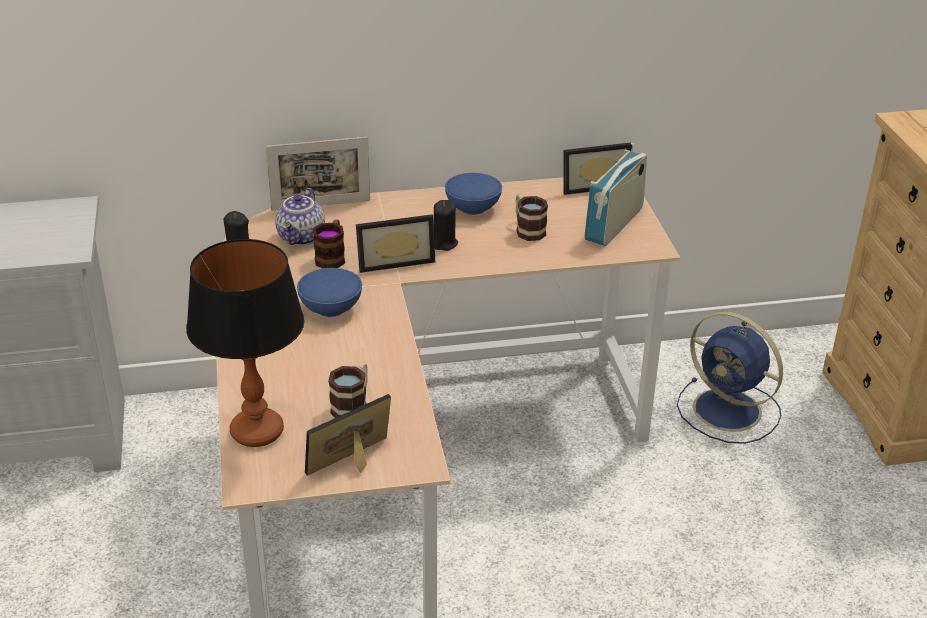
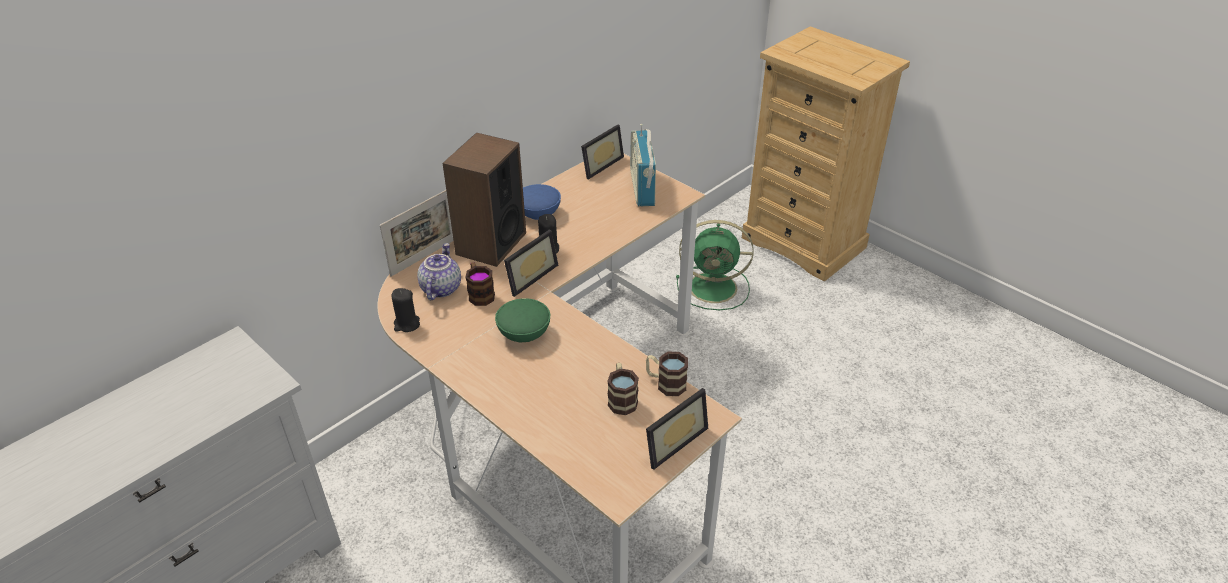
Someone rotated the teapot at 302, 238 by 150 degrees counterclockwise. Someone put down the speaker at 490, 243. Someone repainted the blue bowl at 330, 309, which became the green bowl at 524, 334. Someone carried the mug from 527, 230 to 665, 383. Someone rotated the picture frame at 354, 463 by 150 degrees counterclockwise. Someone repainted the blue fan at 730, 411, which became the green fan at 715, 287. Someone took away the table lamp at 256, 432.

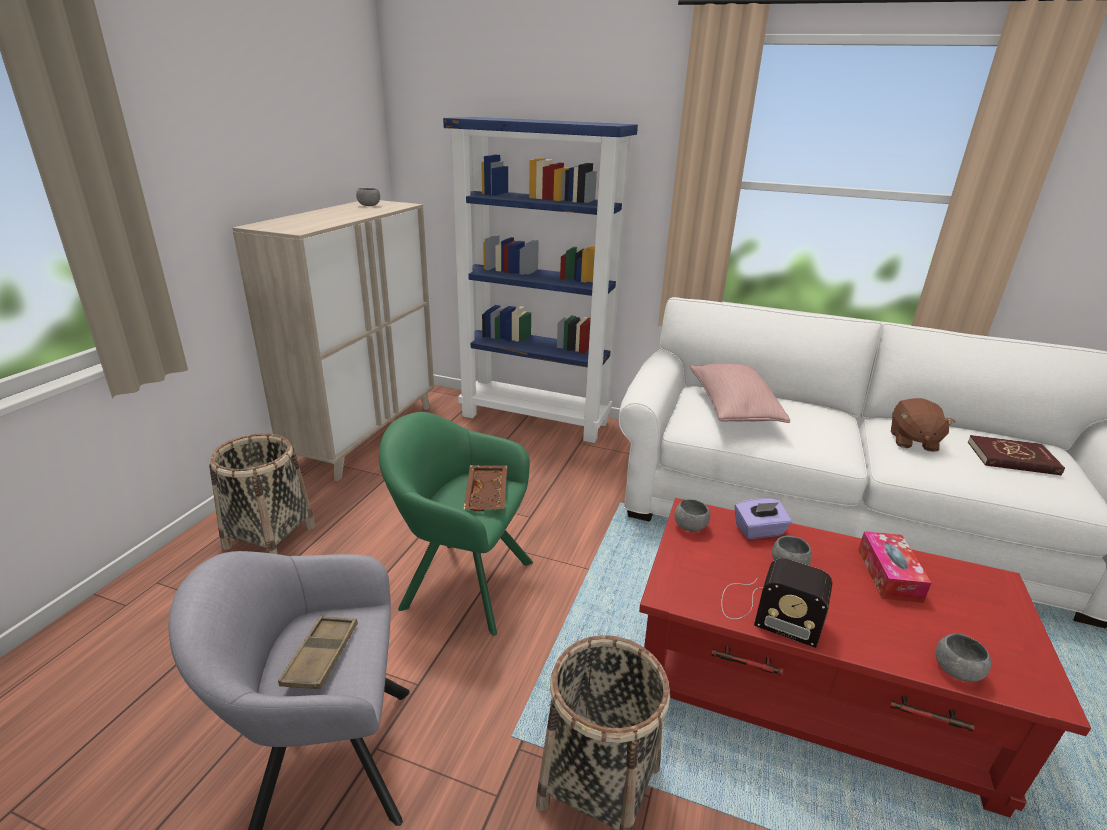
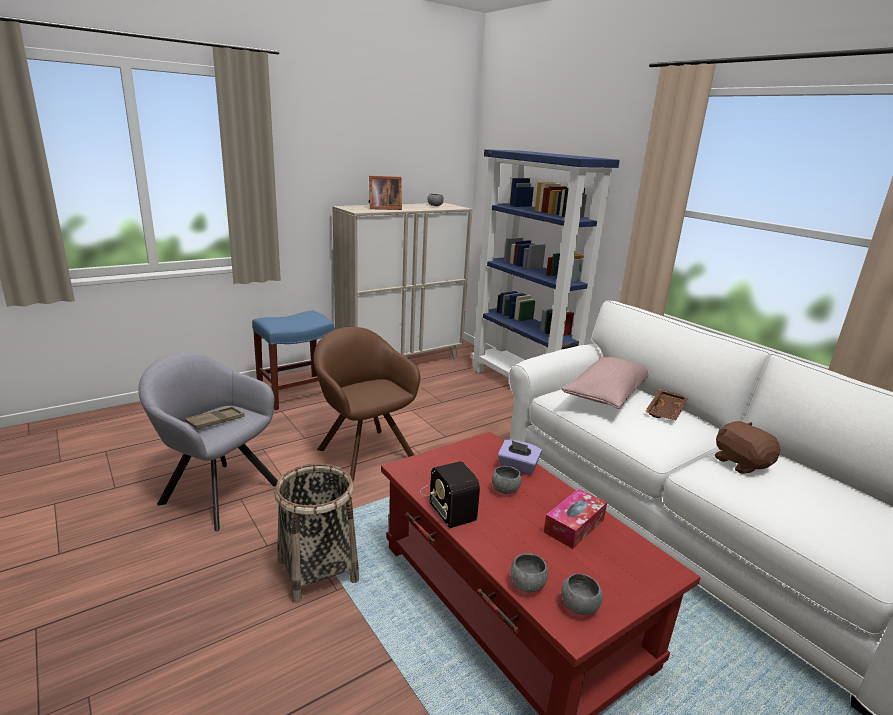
Someone swapped the basket at 270, 536 for the blue stool at 297, 393. Someone repainted the green armchair at 461, 582, which became the brown armchair at 364, 451. Someone put down the picture frame at 383, 208. Someone carried the grey bowl from 690, 527 to 579, 607. Someone carried the brown tray from 488, 494 to 666, 411. Someone rotated the brown plush toy at 912, 441 by 105 degrees clockwise. Someone took away the red book at 1012, 458.

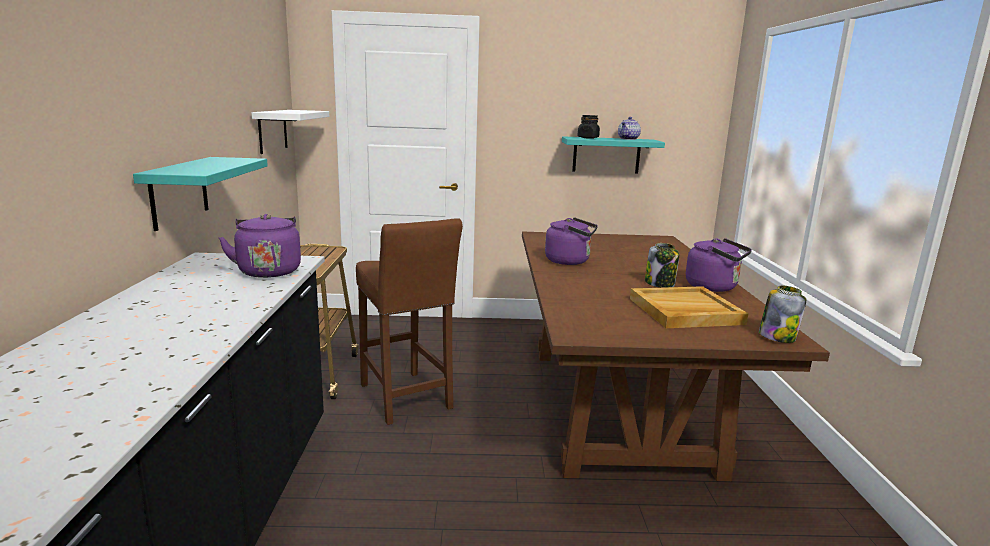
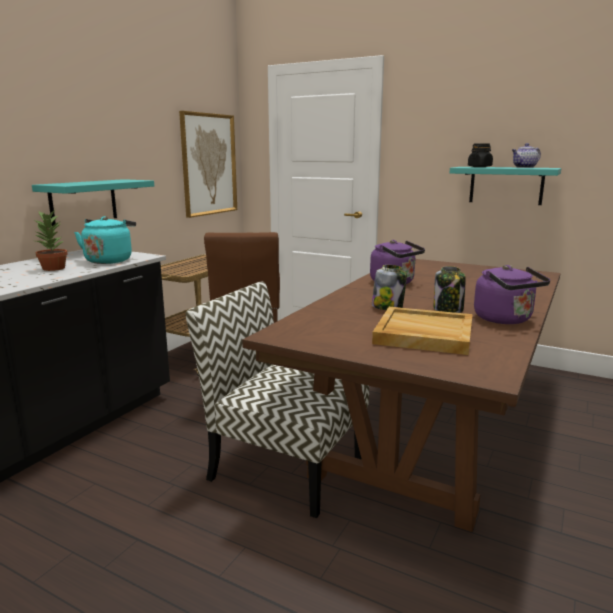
Someone put down the potted plant at 54, 268. Someone repainted the purple kettle at 268, 271, which became the turquoise kettle at 109, 260. Someone swapped the white shelf at 272, 130 for the picture at 208, 164. Someone put down the chair at 284, 467. Someone carried the jar from 777, 337 to 388, 307.

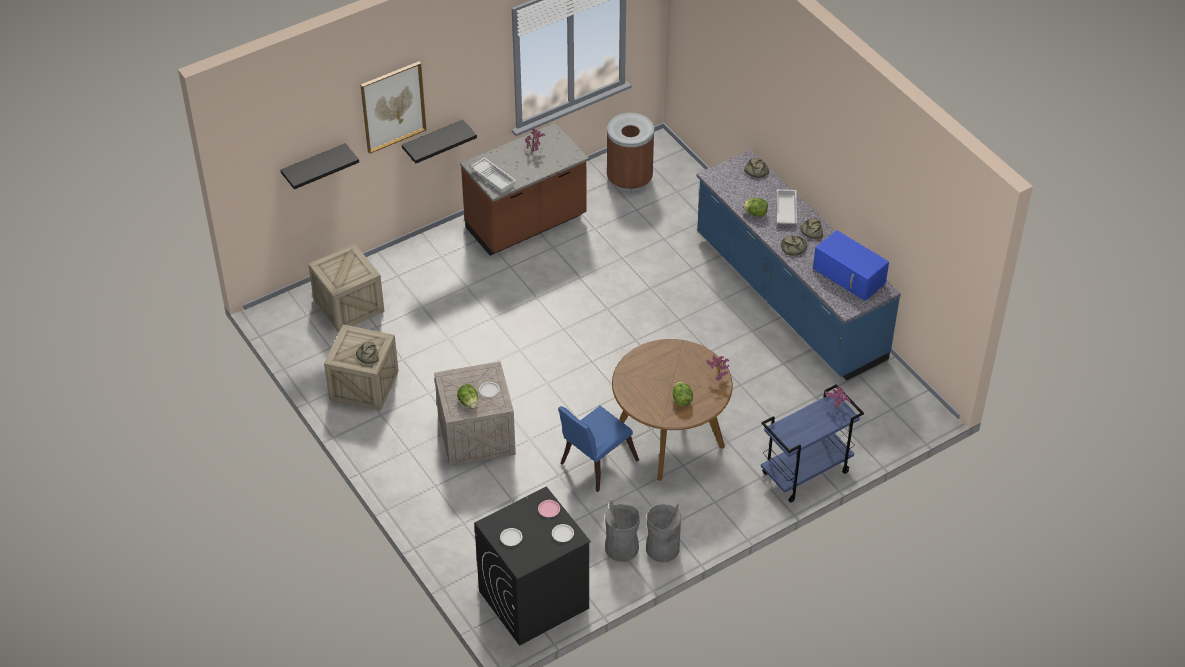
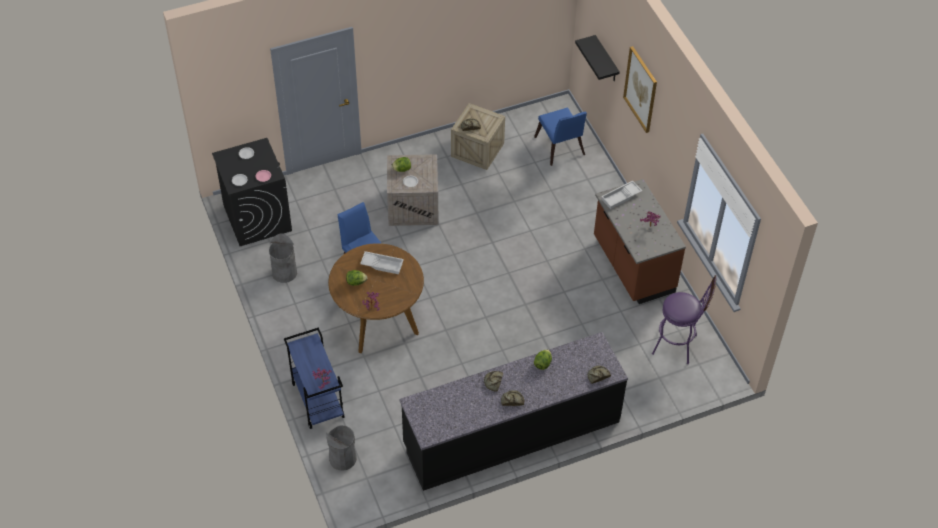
Someone carried the grey trash can from 662, 548 to 342, 458. Someone carried the white tray from 785, 210 to 382, 264. Someone repainted the blue counter at 788, 297, which became the black counter at 511, 433. Someone swapped the crate at 348, 306 for the blue chair at 560, 149. Someone swapped the brown trash can at 629, 180 for the purple stool at 678, 345. Someone took away the black shelf at 433, 141. Someone took away the blue microwave at 850, 276.

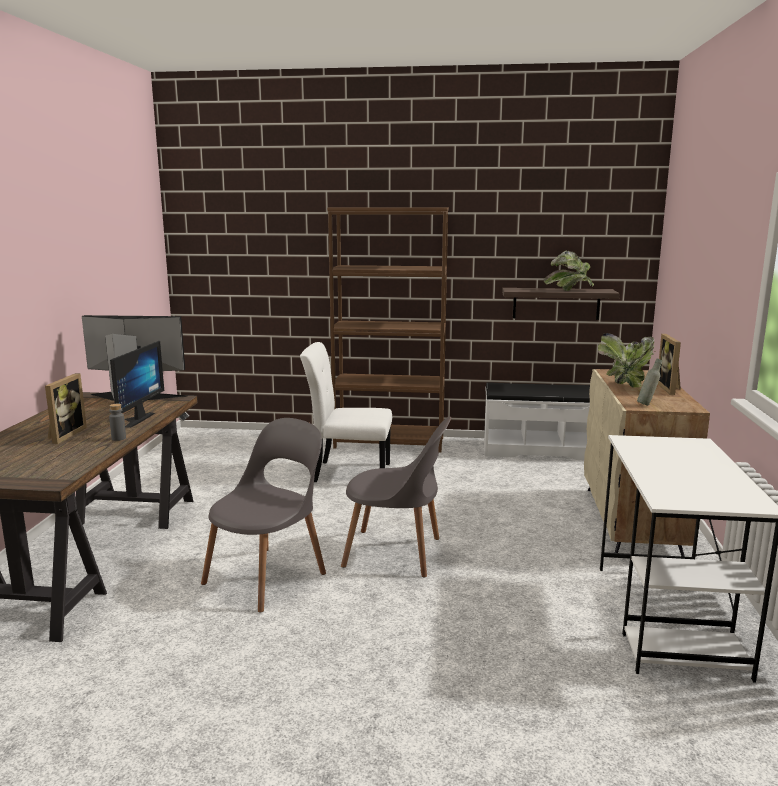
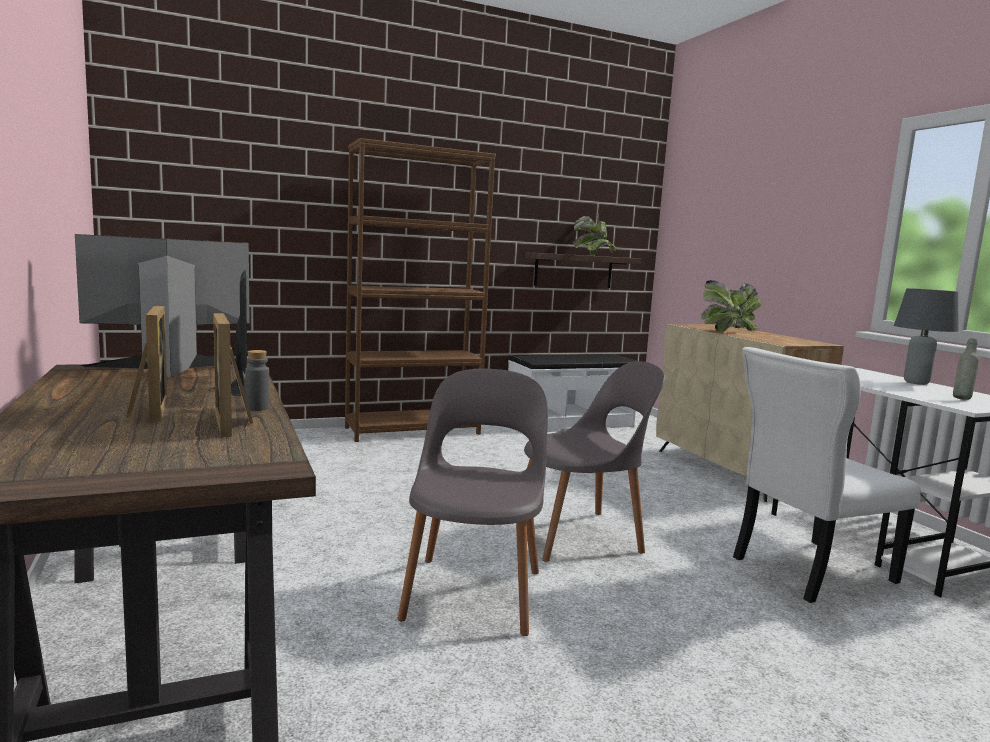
Someone carried the picture frame from 671, 388 to 235, 423. Someone carried the white chair from 348, 472 to 807, 570. Someone put down the grey table lamp at 915, 382. Someone carried the grey bottle from 647, 404 to 961, 399.

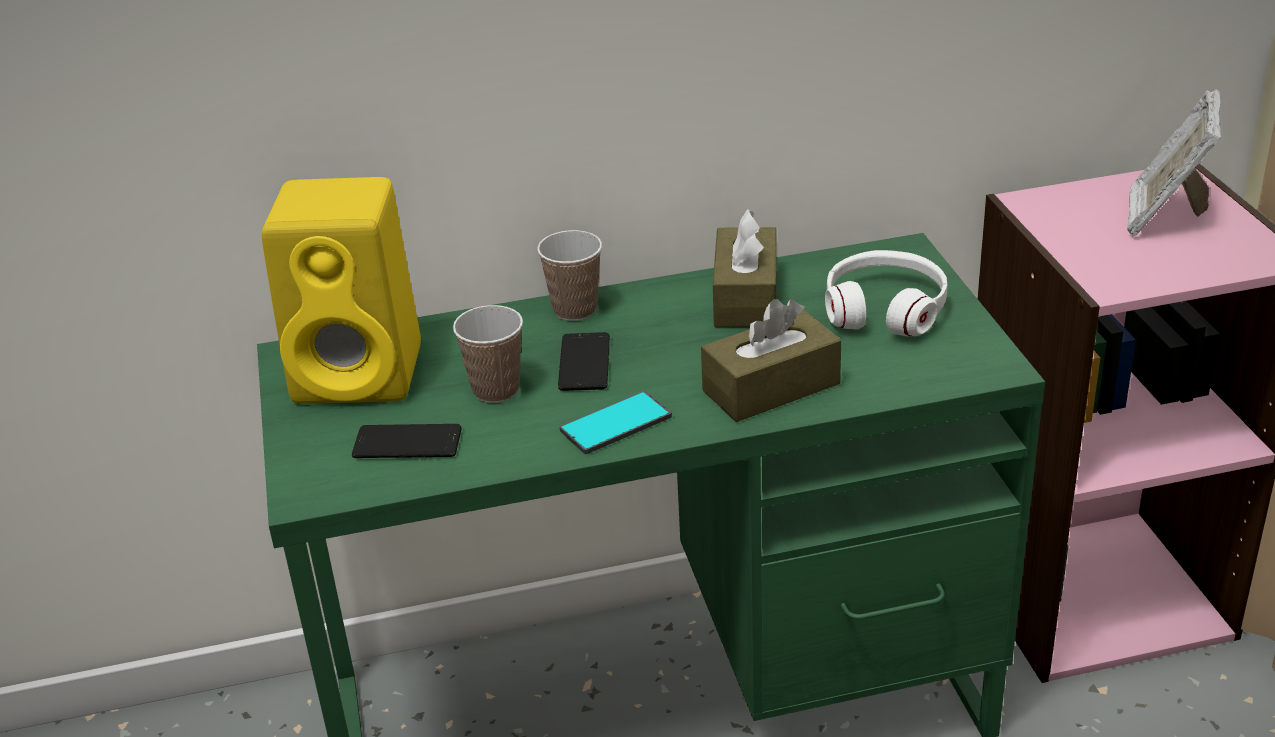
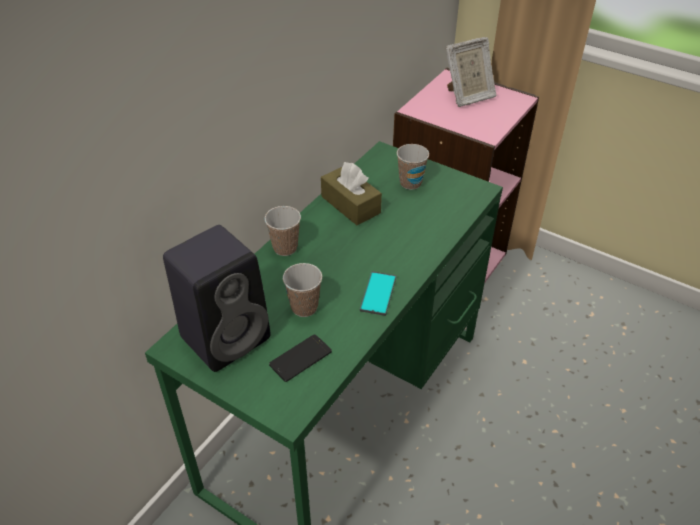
Someone repainted the yellow speaker at 363, 373, which became the black speaker at 227, 336. Someone swapped the white headphones at 885, 308 for the cup at 410, 183. Someone rotated the picture frame at 1165, 217 by 90 degrees counterclockwise. Someone took away the phone at 584, 363. Someone took away the brown tissue box at 771, 387.

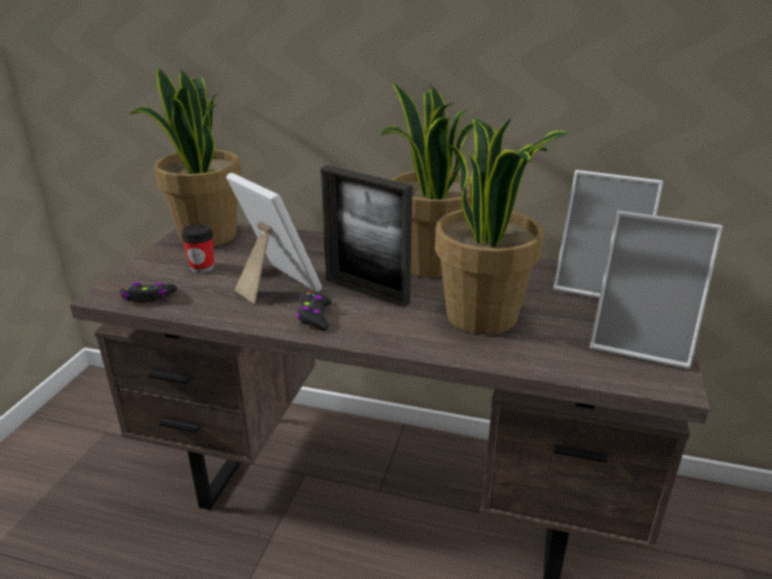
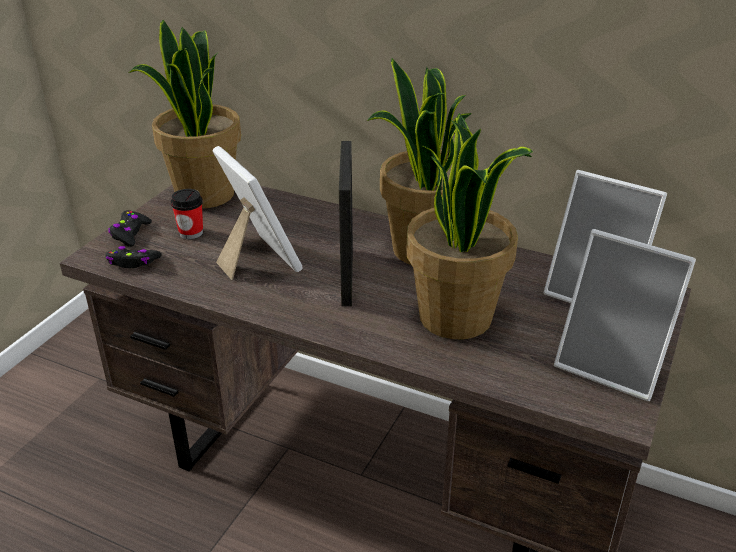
Someone carried the black game controller from 314, 316 to 130, 233. Someone rotated the picture frame at 366, 291 by 45 degrees clockwise.

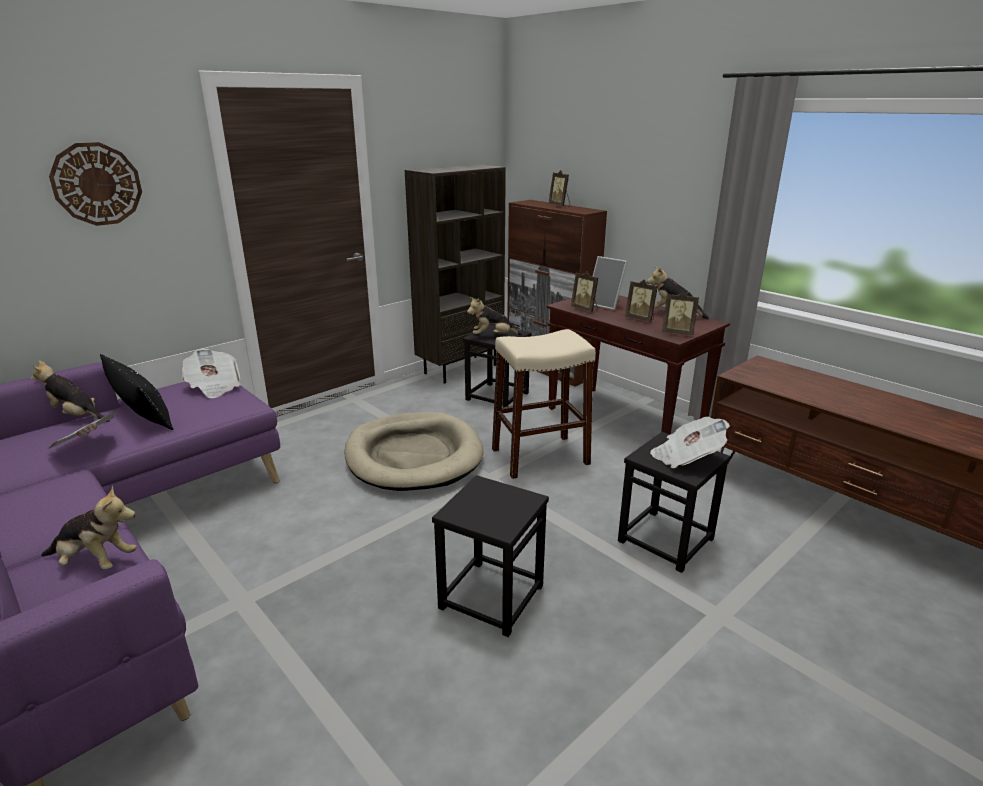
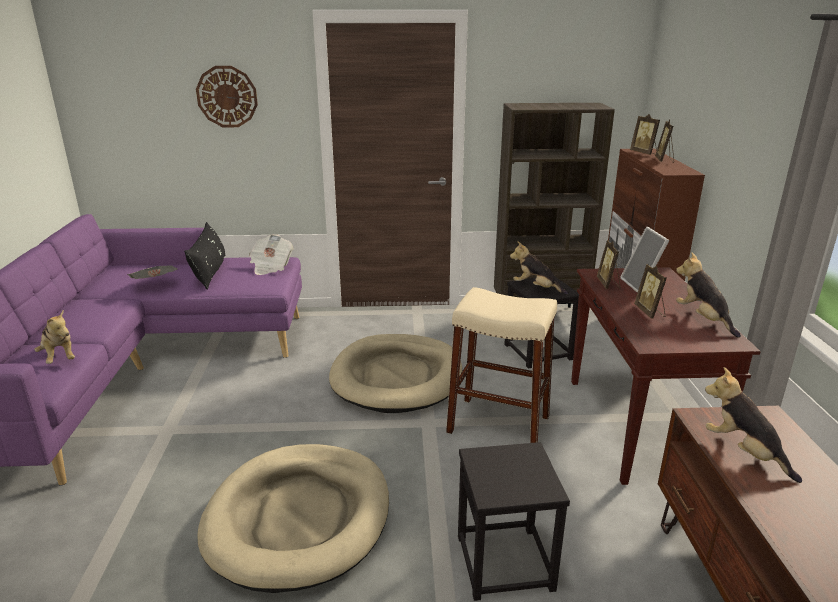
Someone swapped the black stool at 491, 596 for the beige dog bed at 299, 518. Someone carried the picture frame from 678, 333 to 644, 153. Someone carried the plush toy from 76, 416 to 744, 452. Someone took away the newspaper at 686, 458.

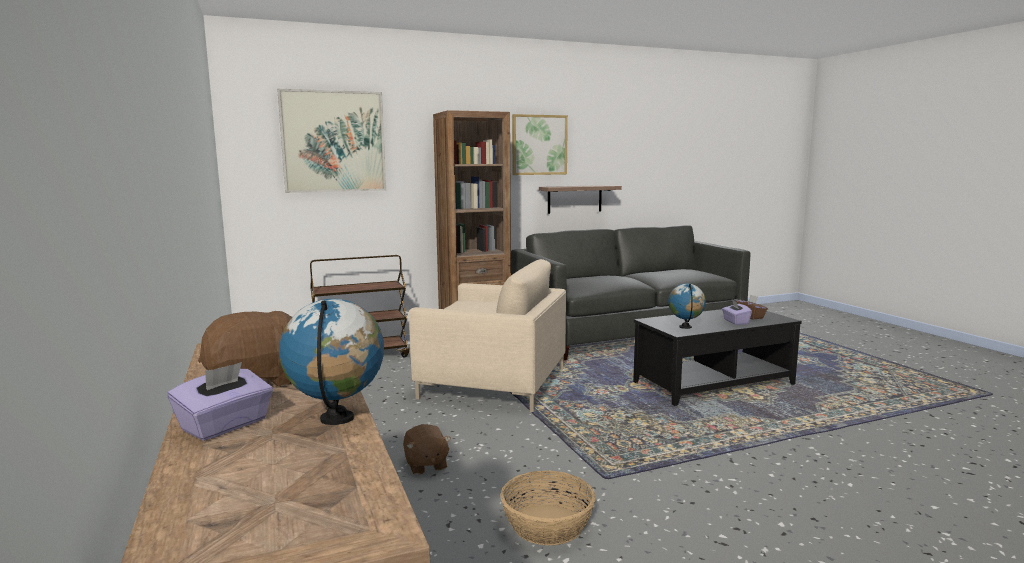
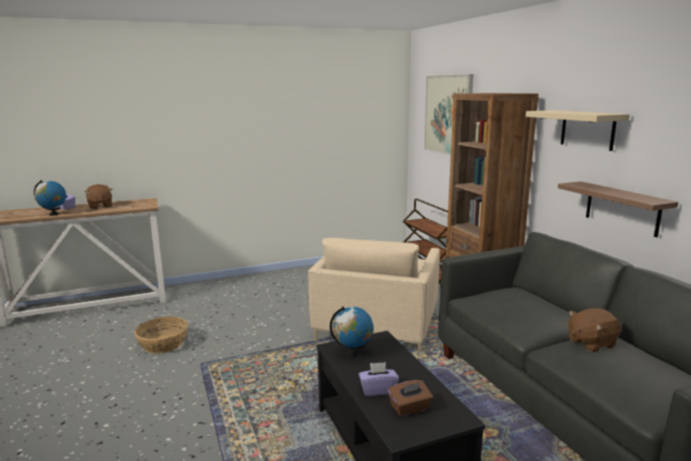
Someone swapped the picture at 539, 145 for the beige shelf at 587, 129. Someone carried the brown plush toy from 425, 465 to 590, 343.

